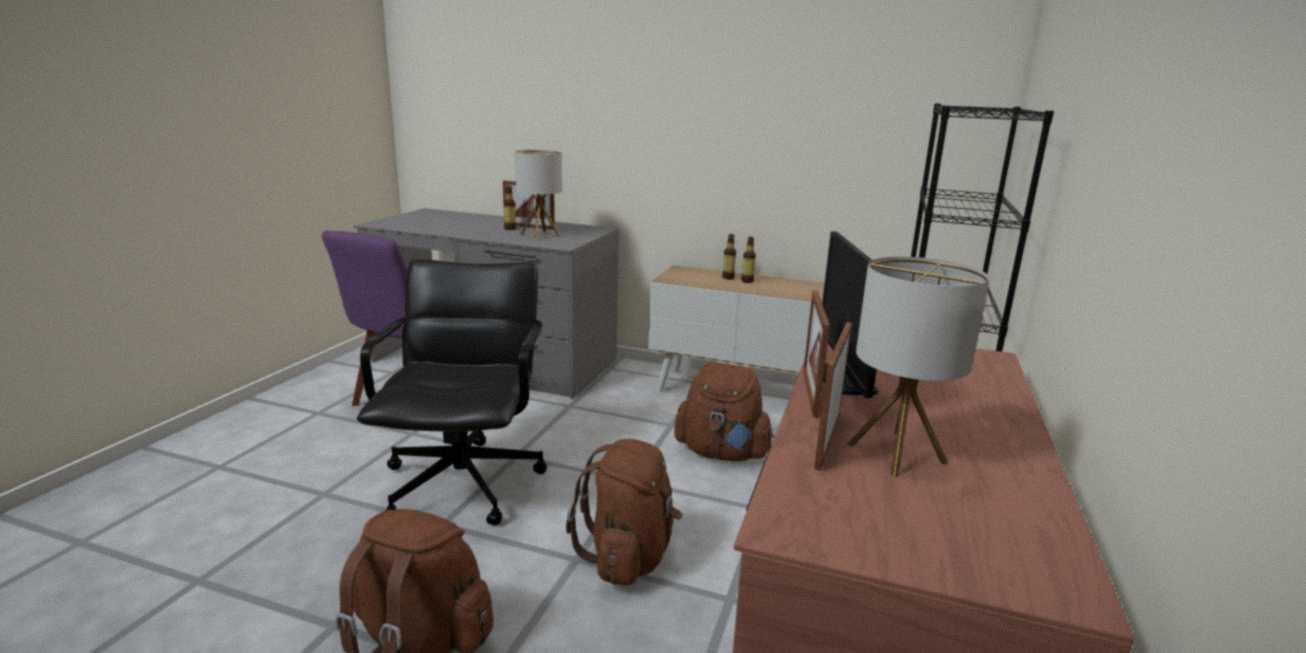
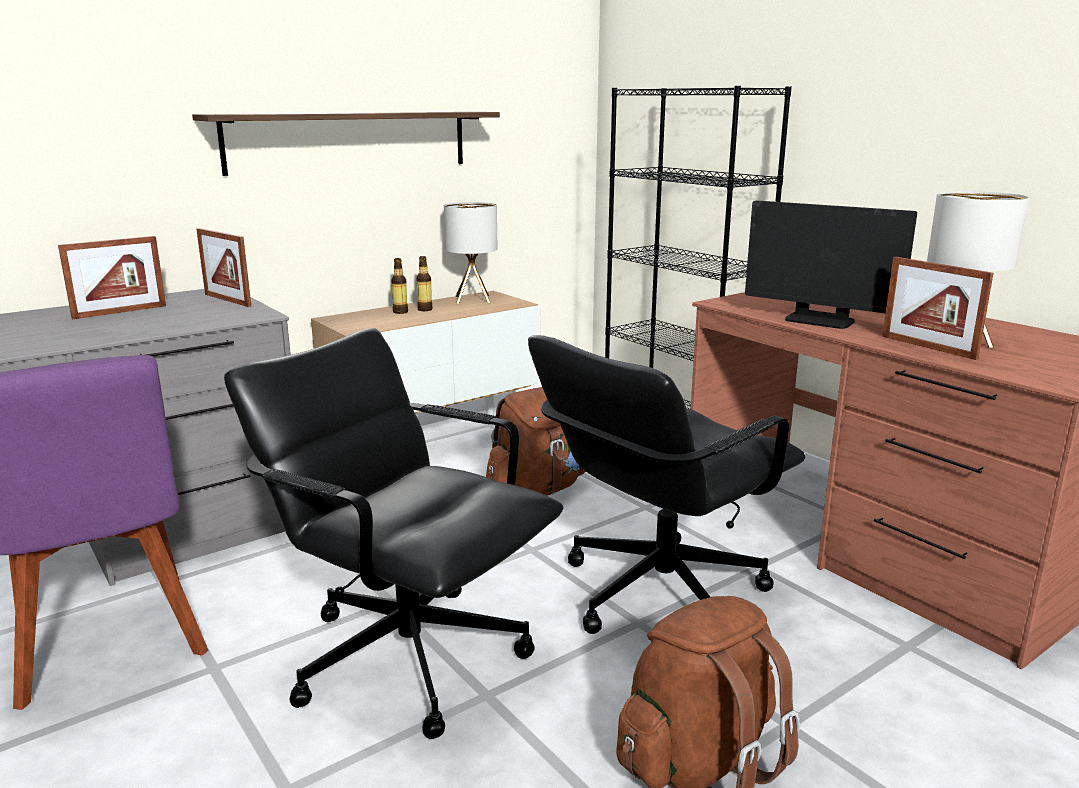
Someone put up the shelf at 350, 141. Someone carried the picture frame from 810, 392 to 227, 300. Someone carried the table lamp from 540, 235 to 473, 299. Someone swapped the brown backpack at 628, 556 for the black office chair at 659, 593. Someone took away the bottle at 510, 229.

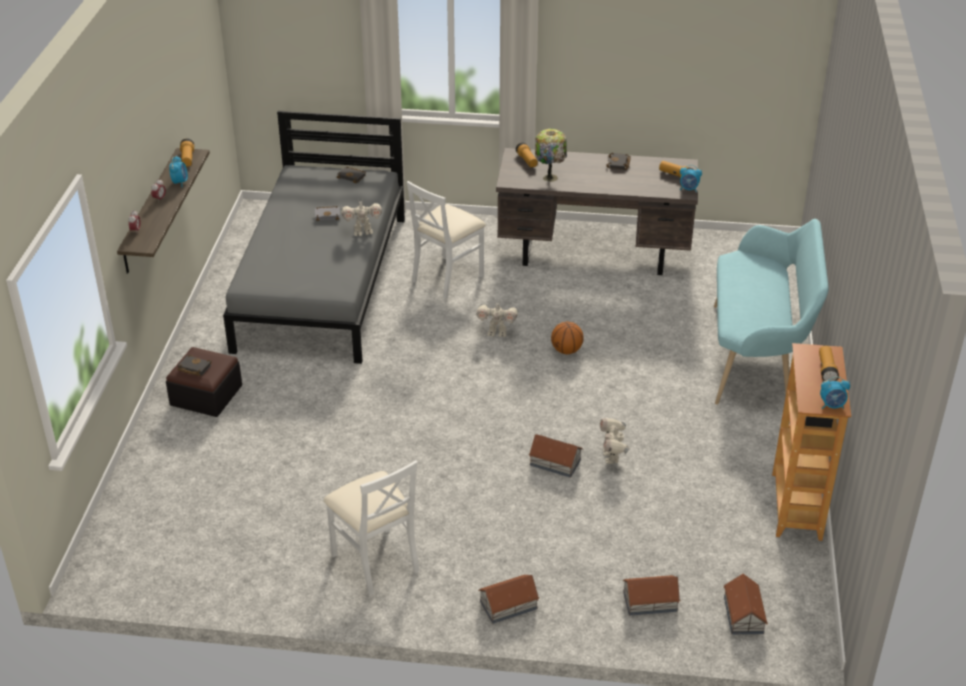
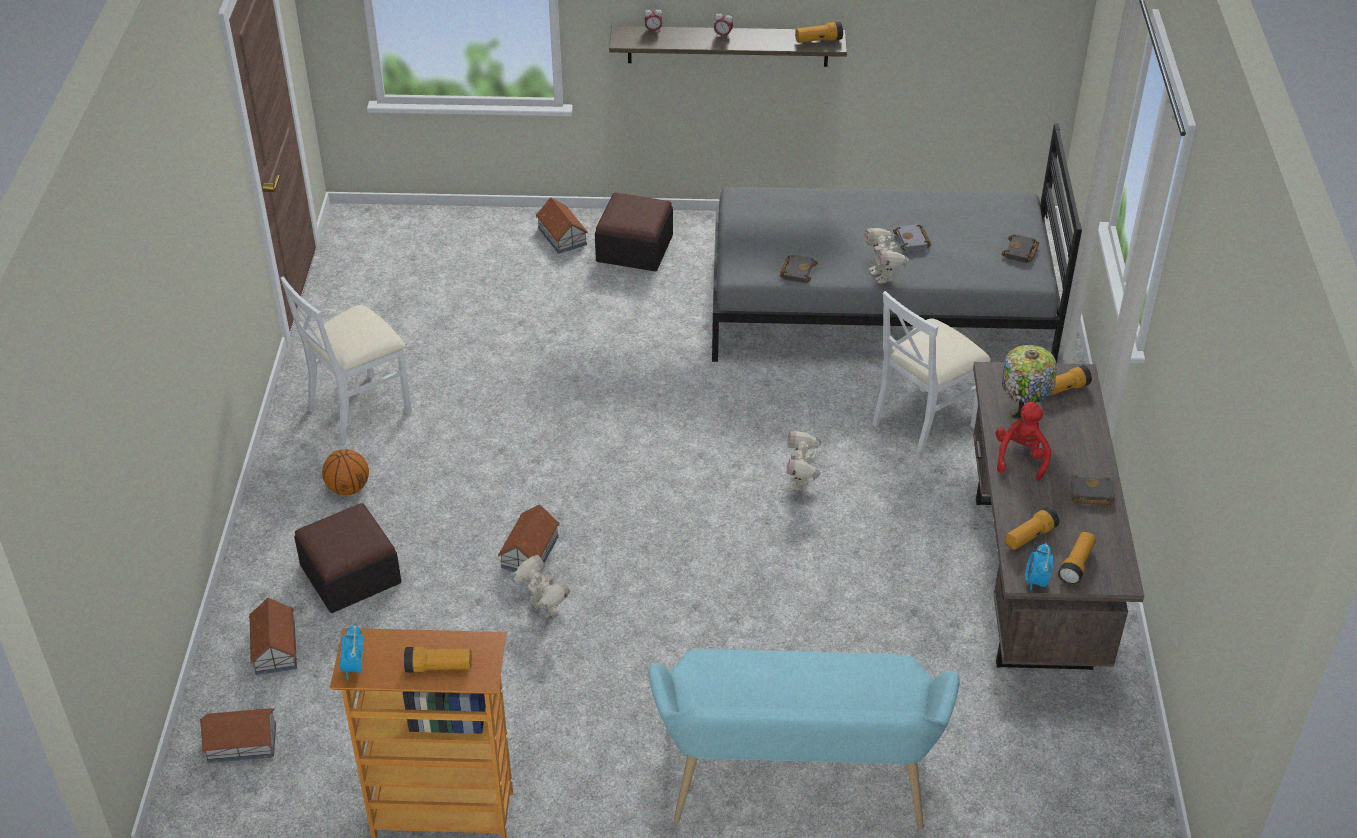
Someone put down the ottoman at 350, 574. Someone carried the basketball from 566, 350 to 348, 488. Someone rotated the toy robot at 612, 457 by 60 degrees clockwise. Someone carried the toy house from 507, 605 to 562, 236. Someone carried the black book from 193, 368 to 797, 271. Someone rotated the white chair at 447, 277 by 75 degrees counterclockwise. Someone put down the red plush toy at 1020, 457. Someone put down the flashlight at 1030, 536. Someone took away the alarm clock at 180, 182.

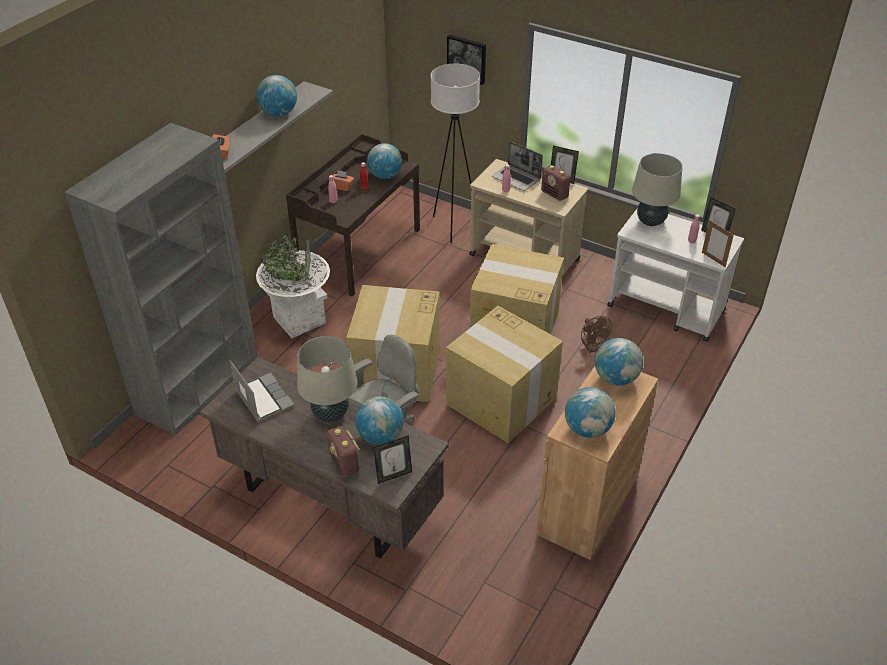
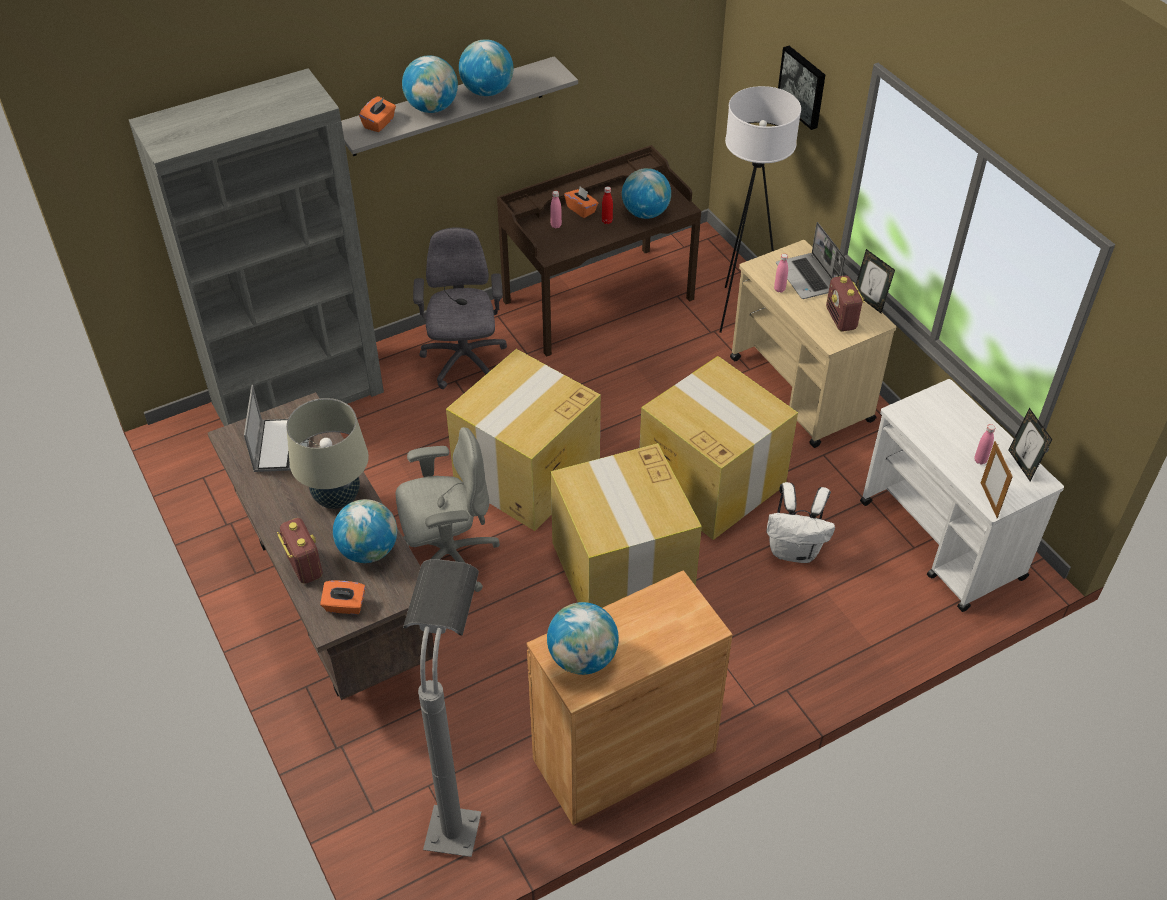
Someone rotated the radio at 344, 464 by 150 degrees clockwise. Someone swapped the picture frame at 394, 475 for the orange tissue box at 345, 606. Someone carried the globe from 616, 378 to 432, 108. Someone put down the grey floor lamp at 459, 801. Someone swapped the white planter at 299, 320 for the grey office chair at 464, 362. Someone swapped the brown fan at 592, 347 for the white backpack at 794, 550. Someone took away the beige table lamp at 650, 221.

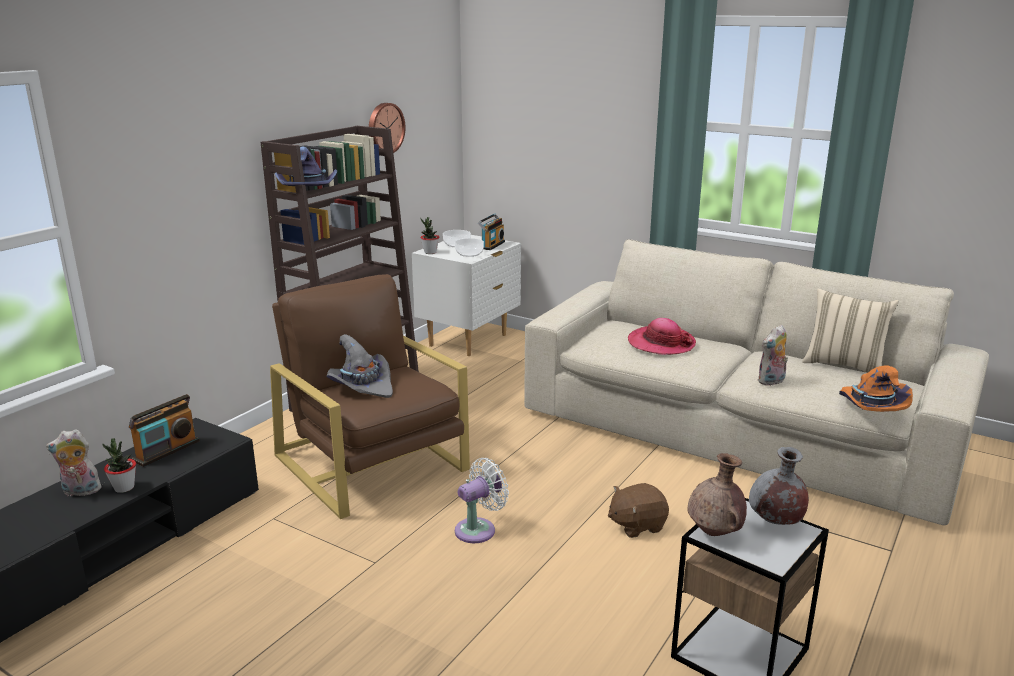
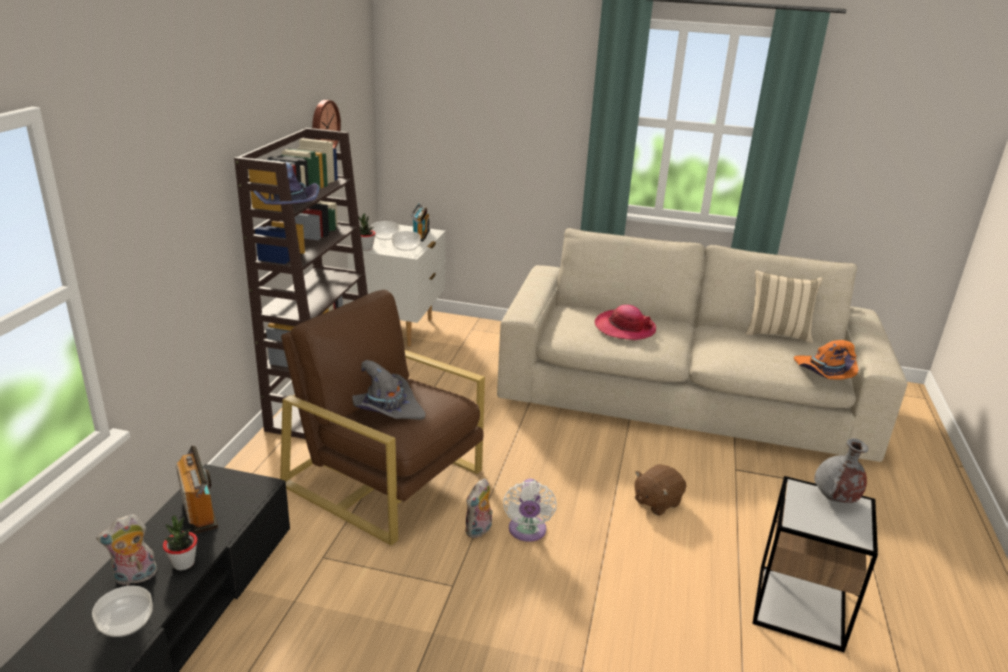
Someone put down the bowl at 125, 621. Someone rotated the radio at 166, 451 by 45 degrees counterclockwise. Someone carried the plush toy from 771, 382 to 479, 531. Someone rotated the white fan at 479, 529 by 150 degrees clockwise. Someone took away the brown vase at 715, 533.

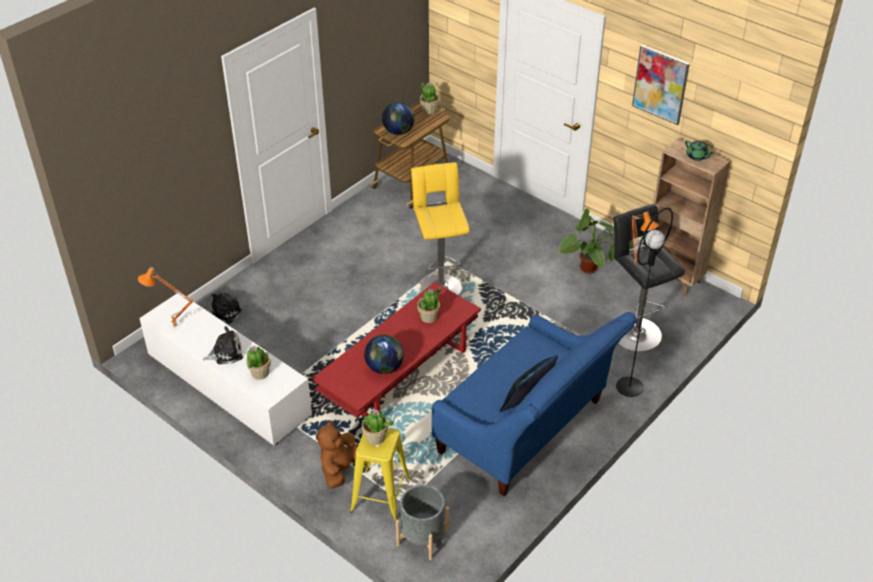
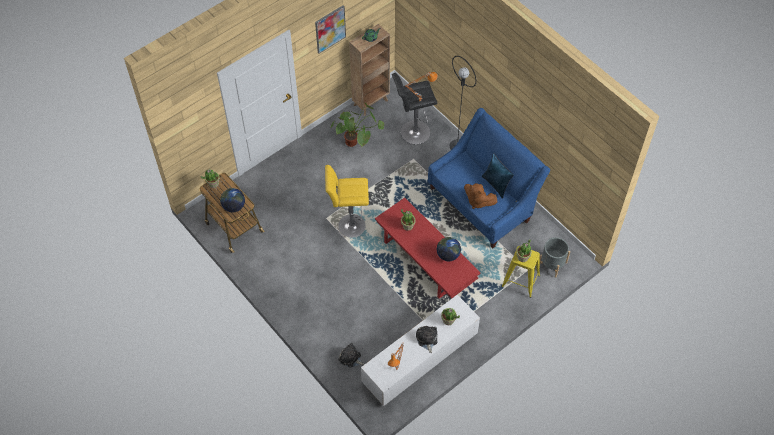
Someone carried the brown plush toy from 339, 469 to 478, 201.

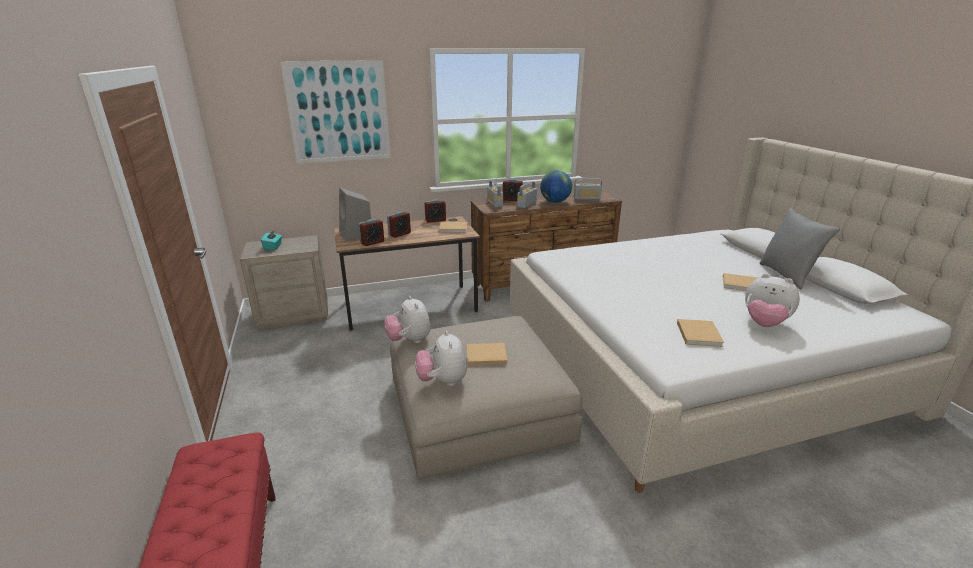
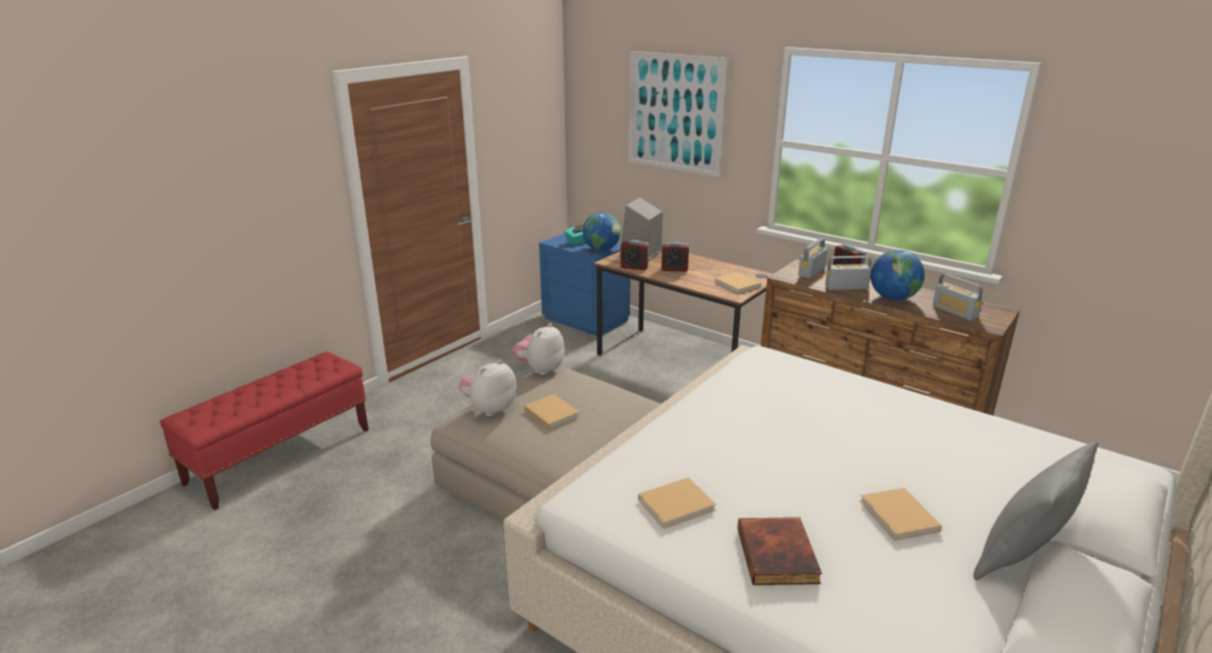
Someone repainted the beige nightstand at 294, 314, which became the blue nightstand at 586, 319. Someone put down the globe at 601, 250. Someone swapped the plush toy at 764, 324 for the book at 779, 555. Someone took away the alarm clock at 435, 220.

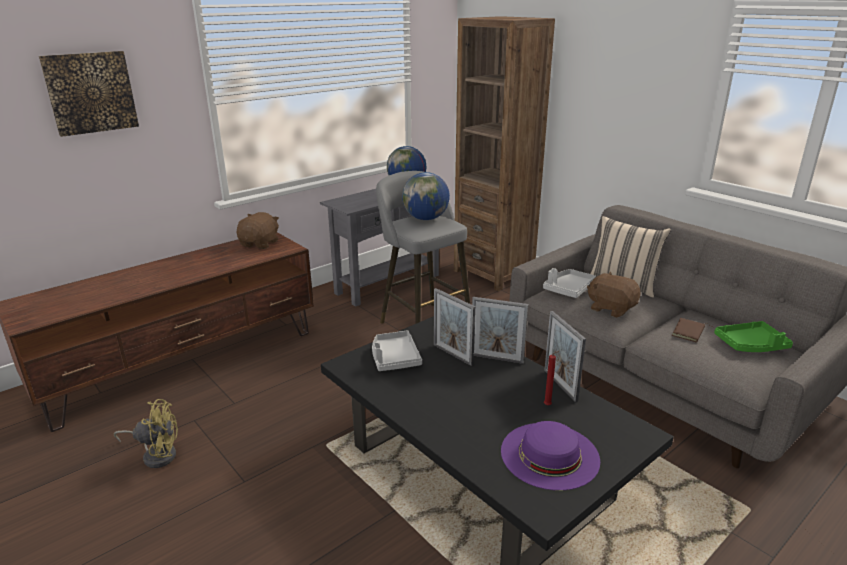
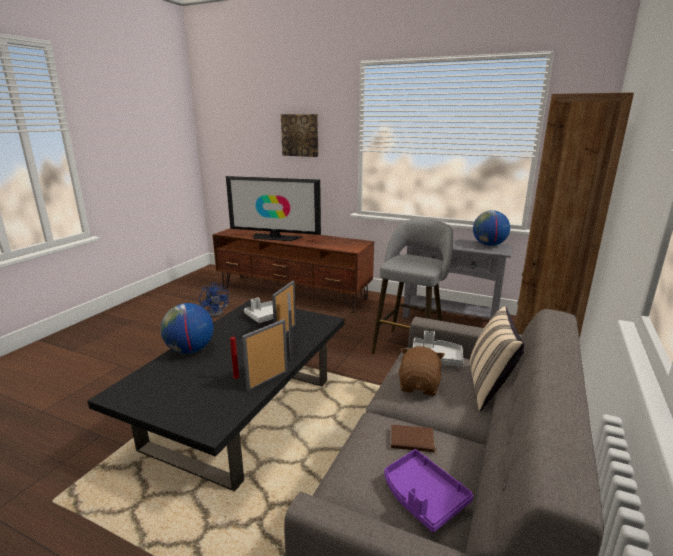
Someone carried the globe from 426, 219 to 190, 350. Someone repainted the yellow fan at 156, 454, which became the blue fan at 217, 312. Someone put down the television at 275, 237. Someone repainted the green tray at 751, 345, which became the purple tray at 423, 497. Someone took away the brown plush toy at 260, 244. Someone took away the purple hat at 549, 455.

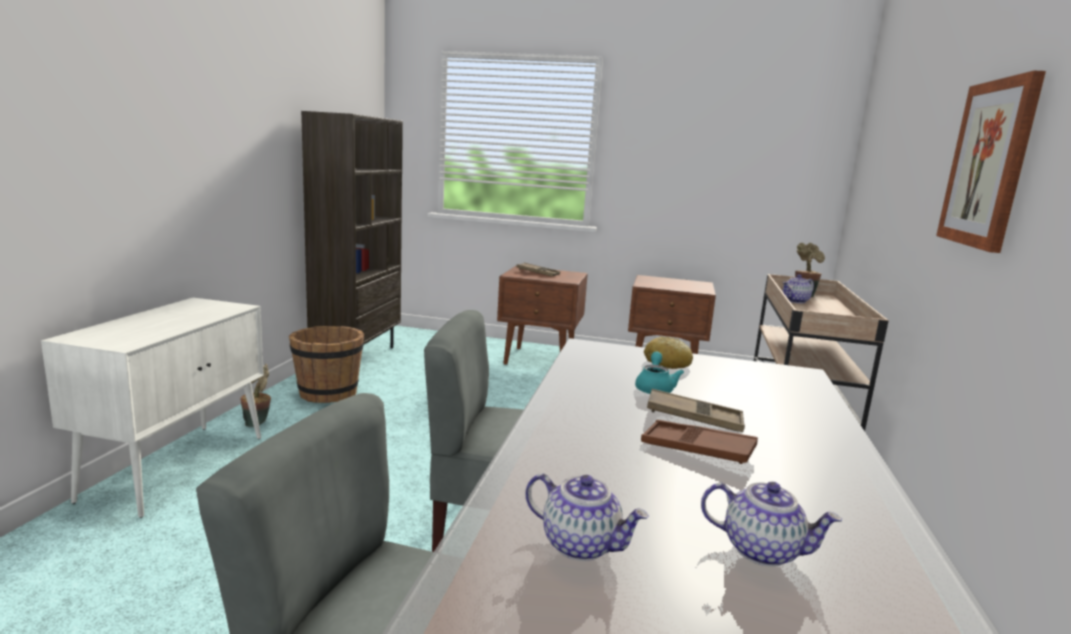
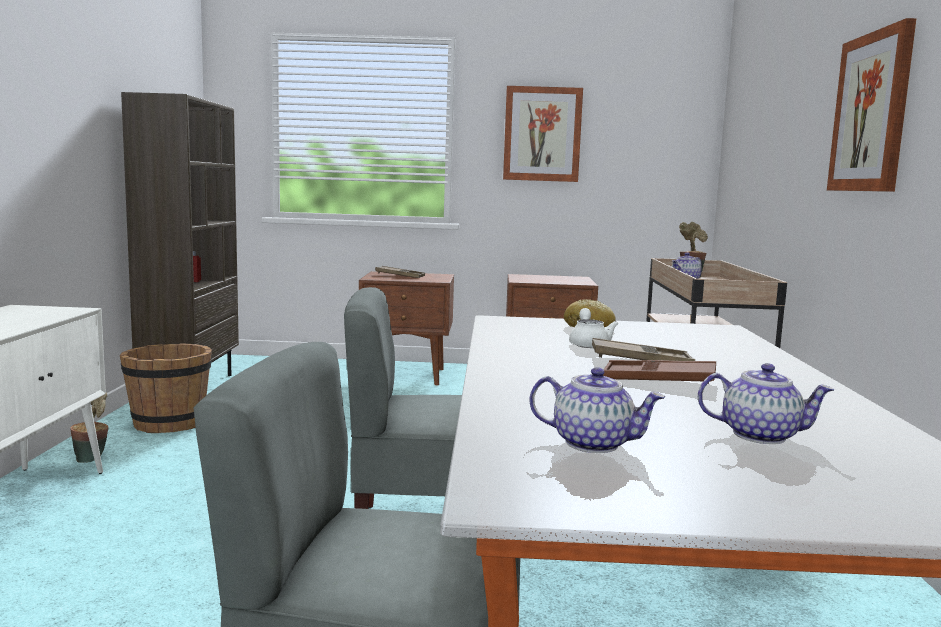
Someone put up the picture at 542, 134. Someone repainted the turquoise teapot at 655, 388, which became the white teapot at 589, 344.

